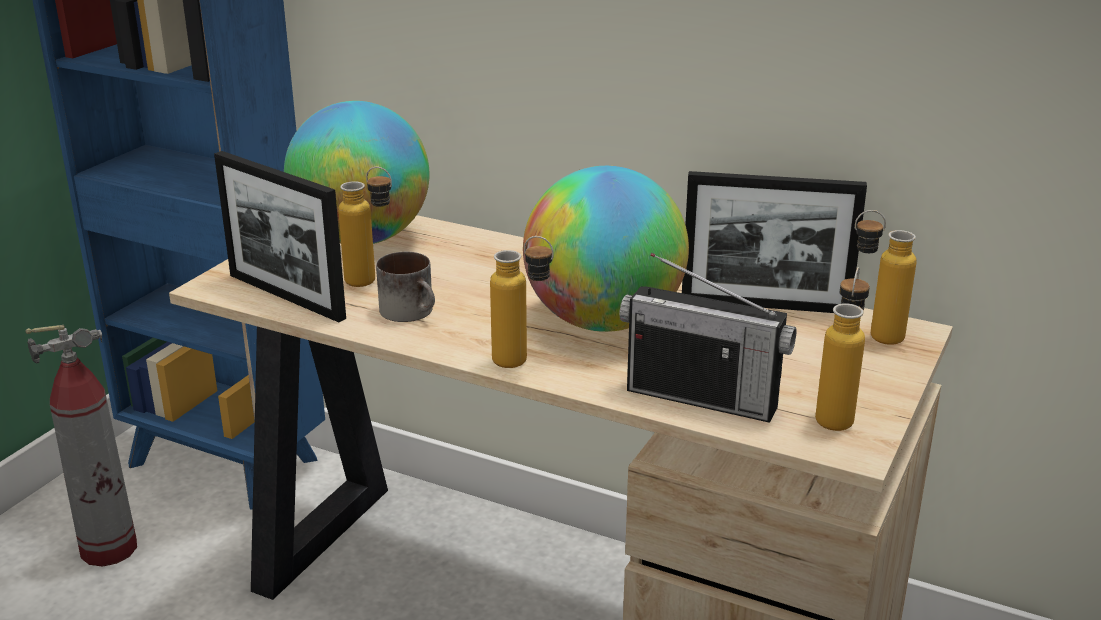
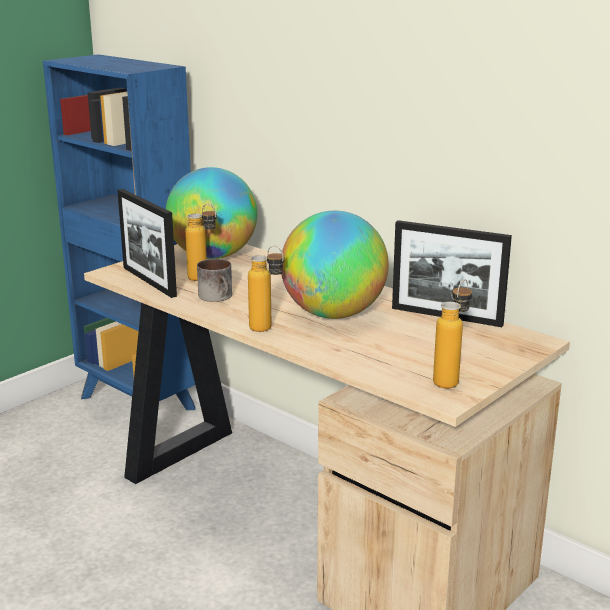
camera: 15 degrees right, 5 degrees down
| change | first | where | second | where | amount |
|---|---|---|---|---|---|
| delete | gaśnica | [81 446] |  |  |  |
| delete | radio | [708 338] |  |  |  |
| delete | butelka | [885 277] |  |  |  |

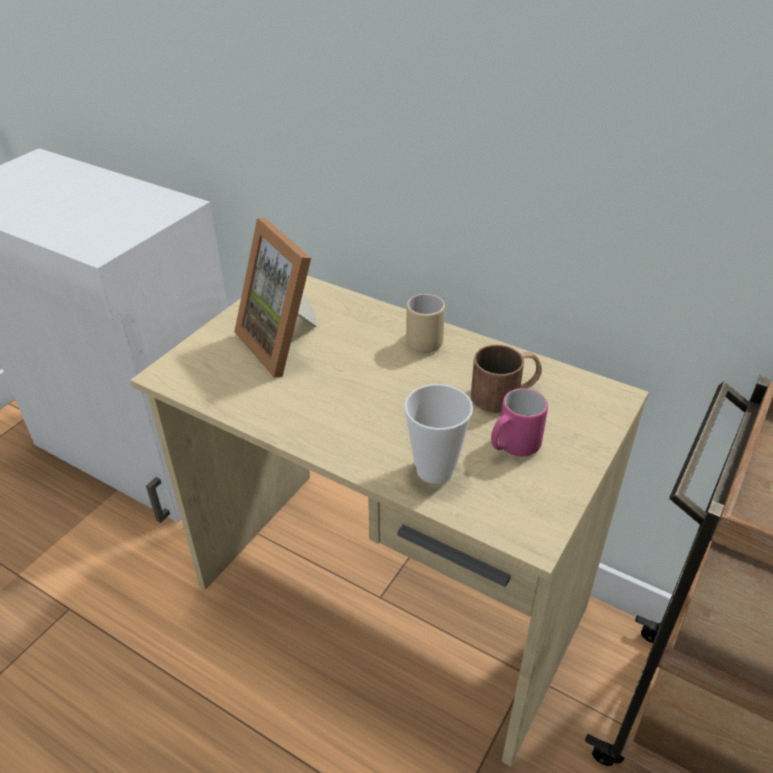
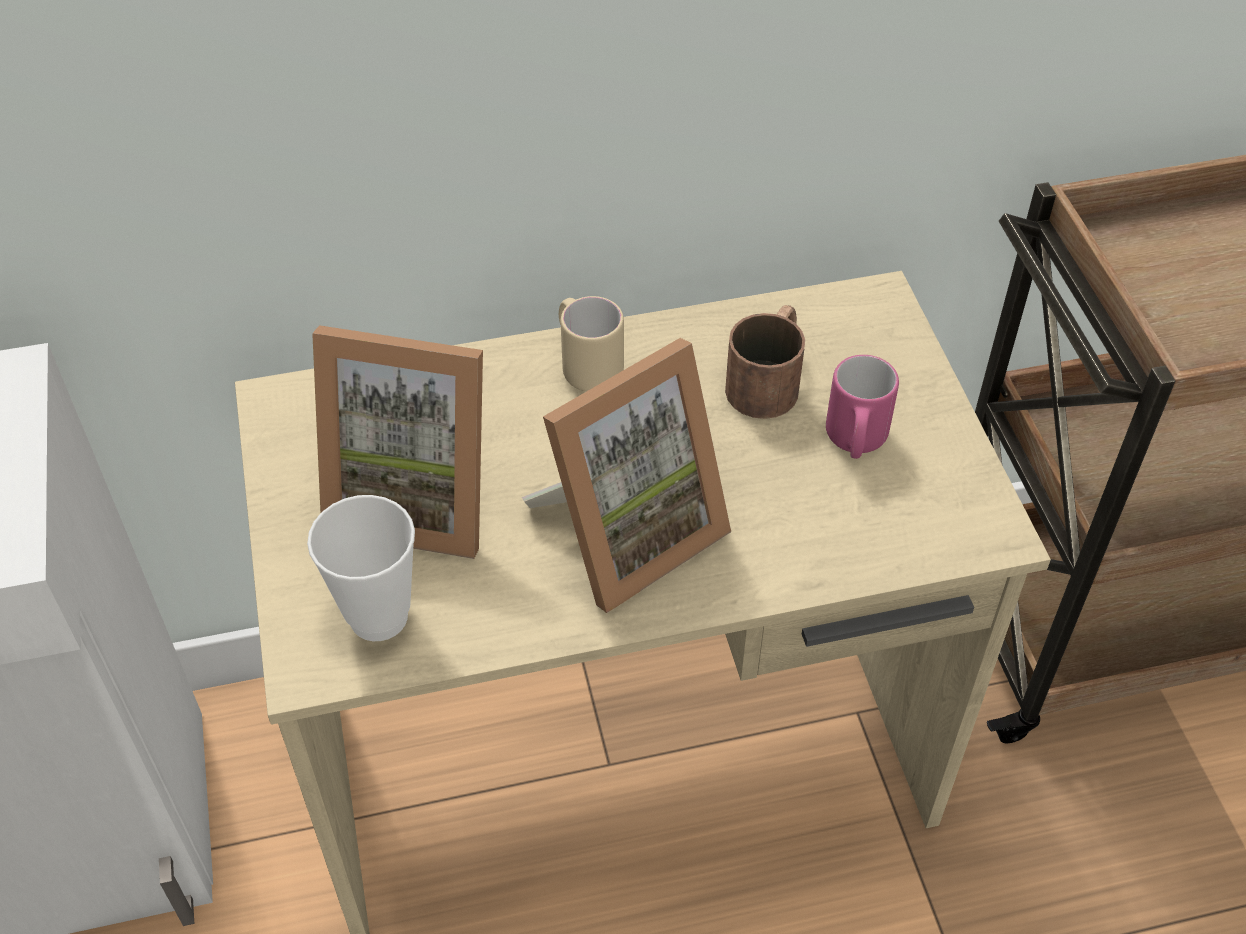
camera: 45 degrees left, 10 degrees up
| change | first | where | second | where | amount |
|---|---|---|---|---|---|
| move | filiżanka | [438 434] |  | [361 568] |  |
| insert |  |  | ramka na zdjęcie | [626 475] |  |

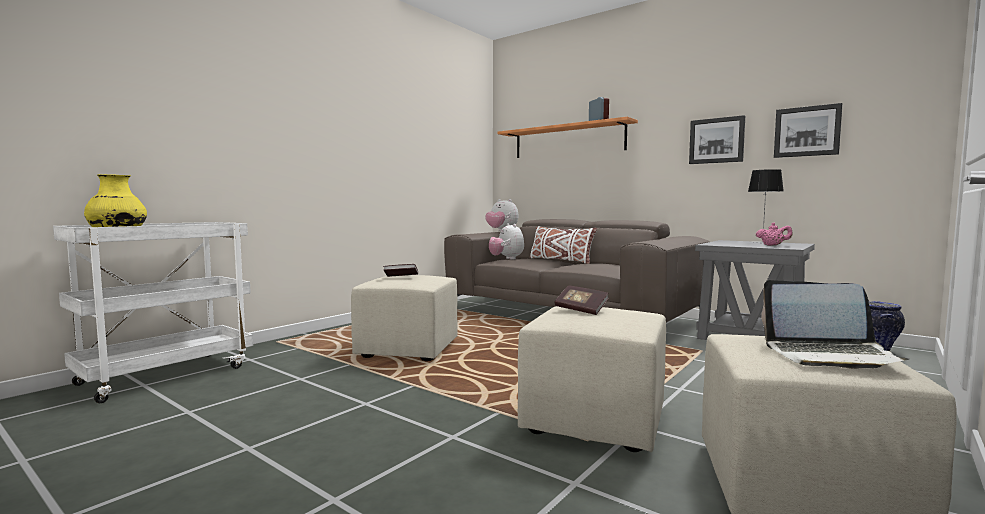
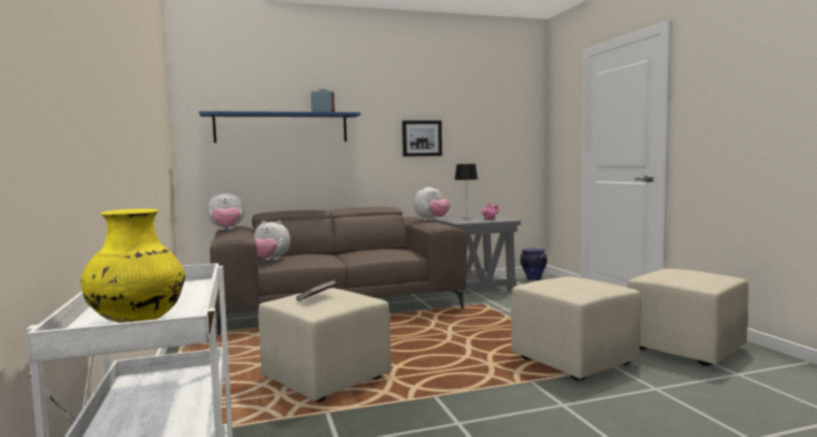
camera: 55 degrees left, 0 degrees up
| change | first | where | second | where | amount |
|---|---|---|---|---|---|
| recolor | półka [pomarańczowy] | [567 137] | półka [niebieski] | [280 127] |  |
| insert |  |  | pluszak | [432 203] |  |
| delete | poduszka [biały] | [563 245] |  |  |  |
| delete | książka | [582 300] |  |  |  |
| delete | laptop | [835 324] |  |  |  |
| delete | obraz | [808 130] |  |  |  |

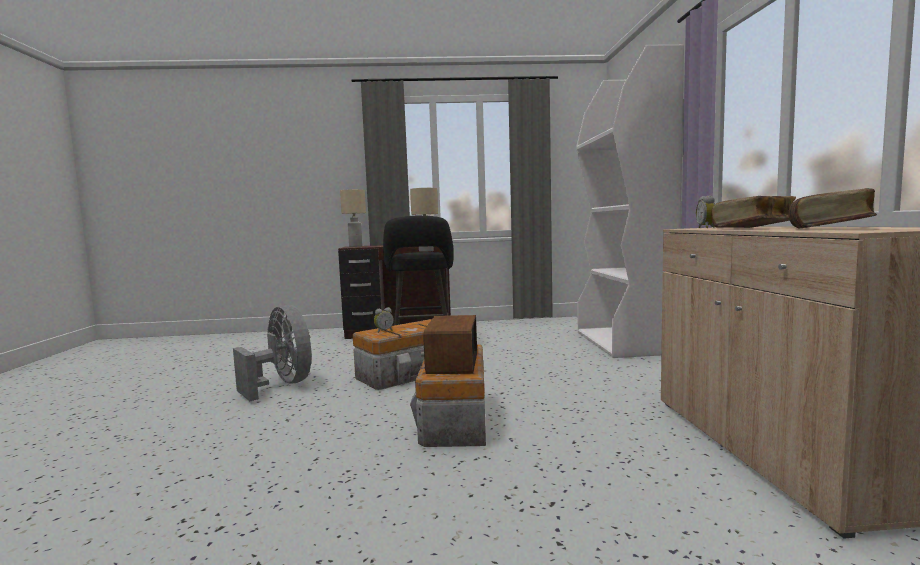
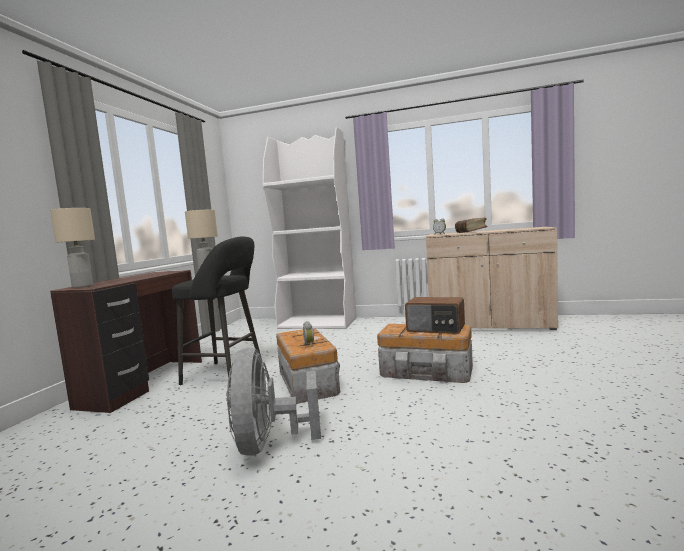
camera: 70 degrees left, 0 degrees up
| change | first | where | second | where | amount |
|---|---|---|---|---|---|
| rotate | wentylator [szary] | [272 352] |  | [273 402] | 75 degrees counterclockwise |
| delete | książka | [833 208] |  |  |  |

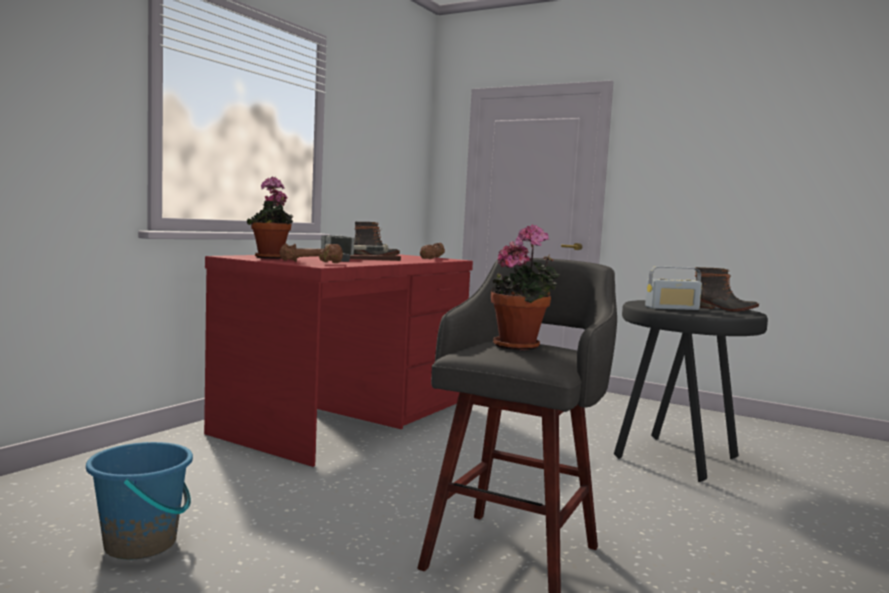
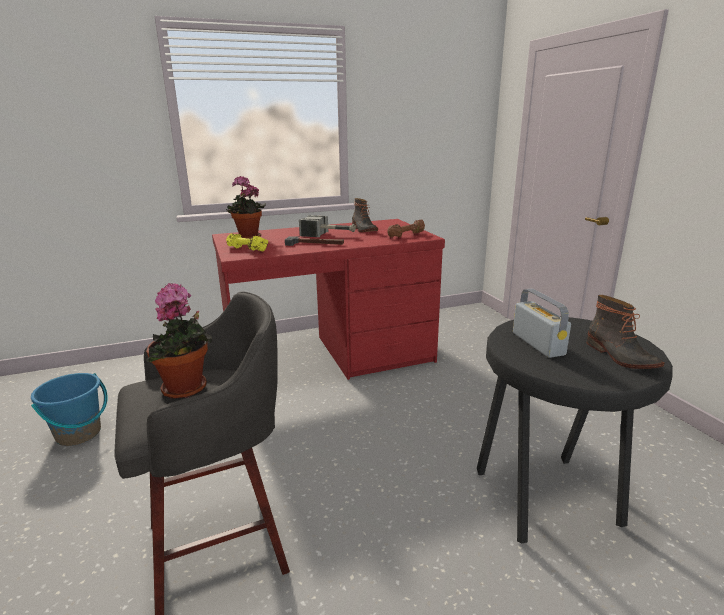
camera: 40 degrees right, 15 degrees up
| change | first | where | second | where | amount |
|---|---|---|---|---|---|
| recolor | hantel [brązowy] | [311 253] | hantel [żółty] | [247 242] |  |
| rotate | radio | [673 288] |  | [542 323] | 135 degrees counterclockwise |

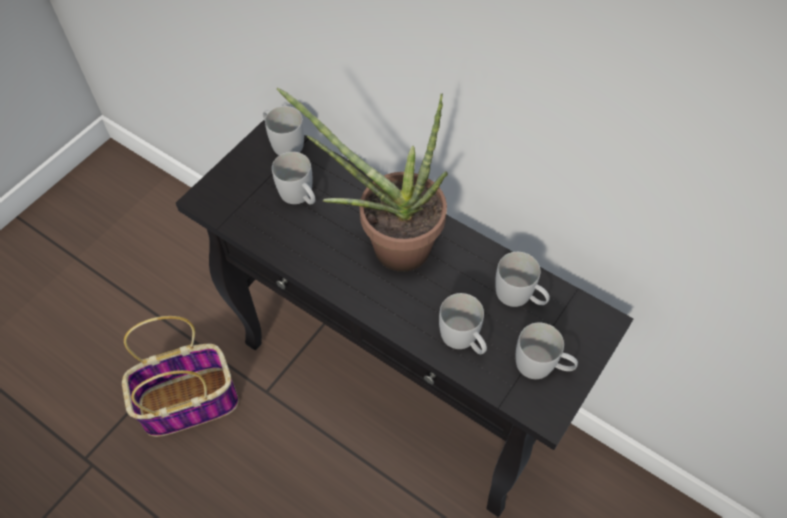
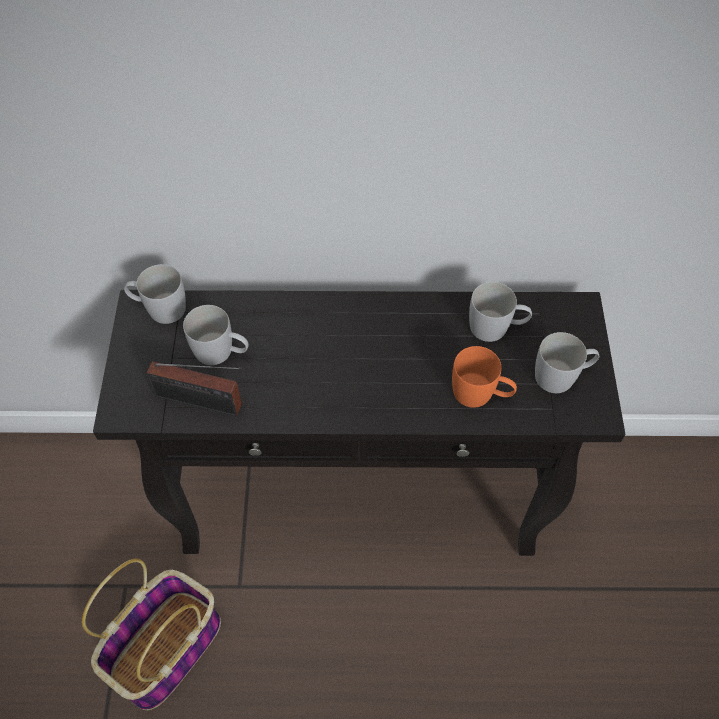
camera: 35 degrees left, 0 degrees up
| change | first | where | second | where | amount |
|---|---|---|---|---|---|
| insert |  |  | radio | [194 388] |  |
| recolor | kubek [biały] | [463 323] | kubek [pomarańczowy] | [484 377] |  |
| delete | roślina doniczkowa | [362 179] |  |  |  |

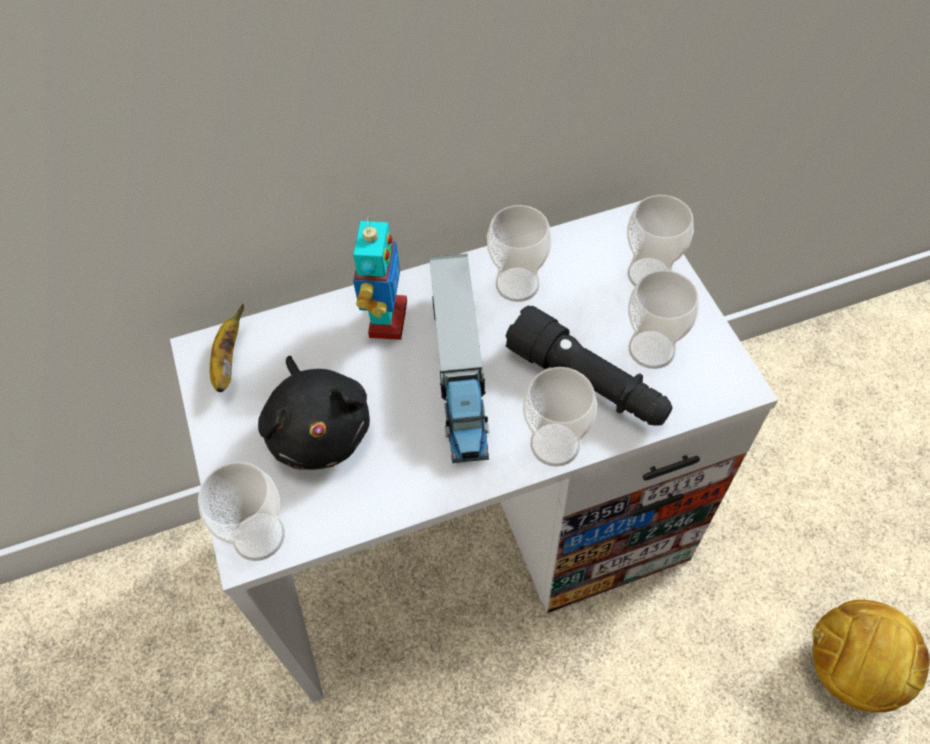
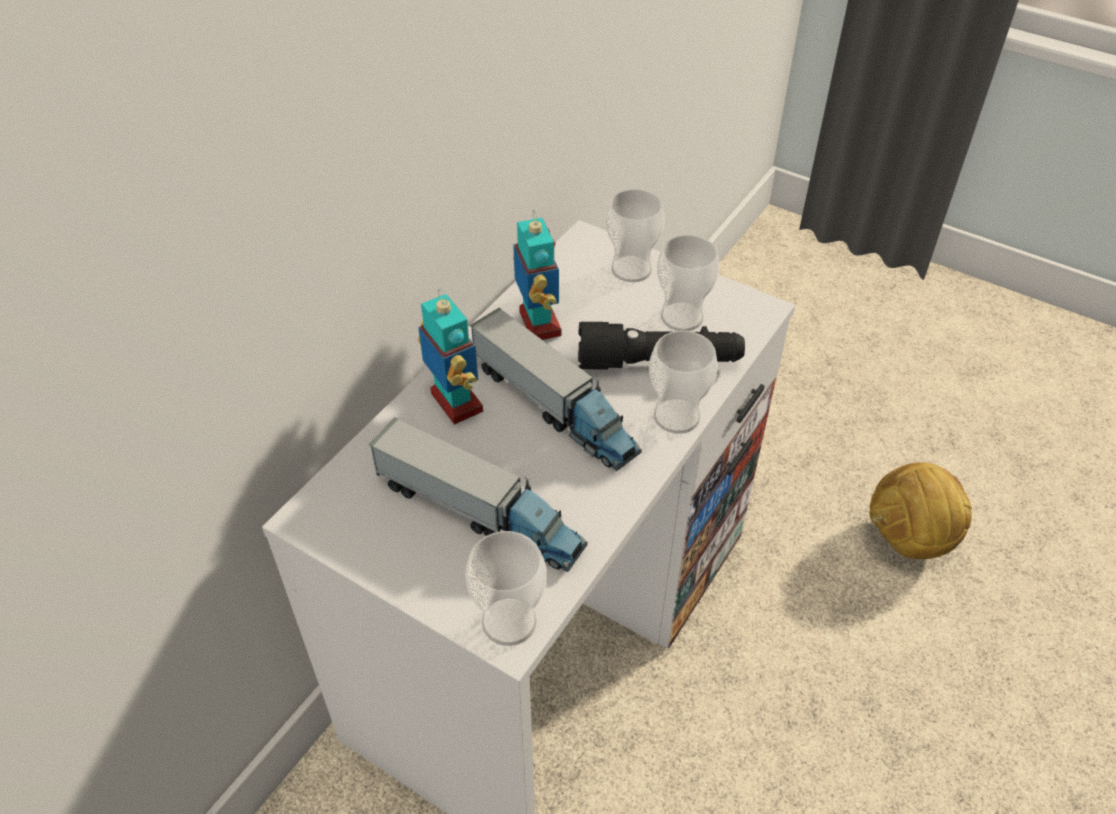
camera: 40 degrees left, 10 degrees down
| change | first | where | second | where | amount |
|---|---|---|---|---|---|
| replace | pluszak [czarny] | [314 413] | ciężarówka zabawkowa | [478 494] |  |
| replace | filiżanka | [519 253] | robot zabawkowy | [537 275] |  |
| delete | banan | [227 348] |  |  |  |

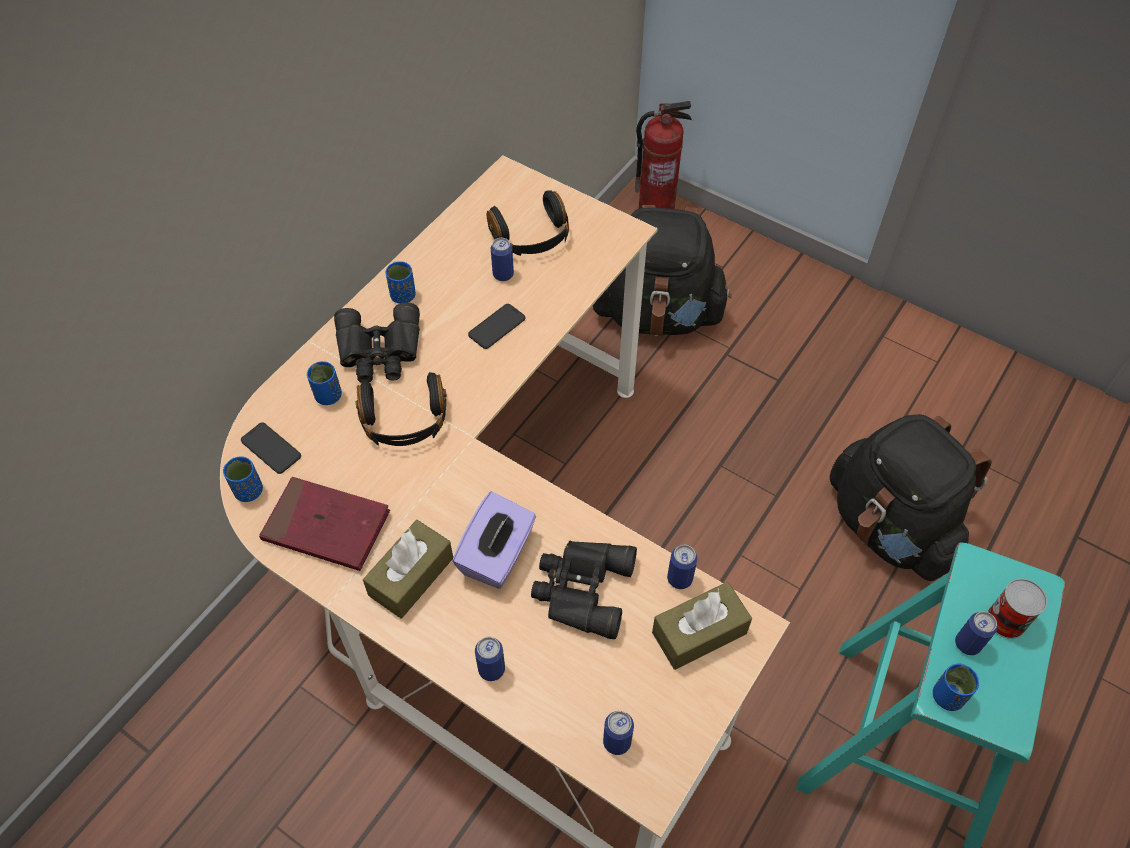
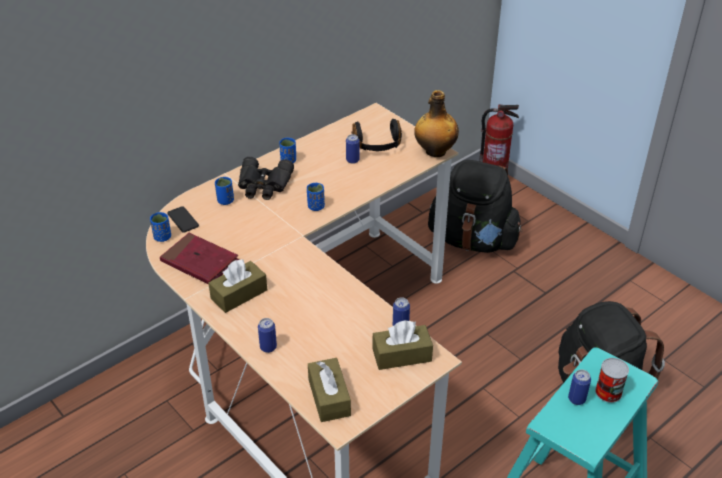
camera: 15 degrees right, 15 degrees down
| change | first | where | second | where | amount |
|---|---|---|---|---|---|
| move | filiżanka [niebieski] | [956 687] |  | [316 197] |  |
| replace | puszka | [618 733] | pudełko chusteczek [brązowy] | [329 390] |  |
| insert |  |  | butelka | [436 123] |  |
| delete | słuchawki [czarny] | [401 409] |  |  |  |
| delete | pudełko chusteczek [fioletowy] | [494 540] |  |  |  |
| delete | telefon | [496 326] |  |  |  |
| delete | lornetka [czarny] | [584 590] |  |  |  |

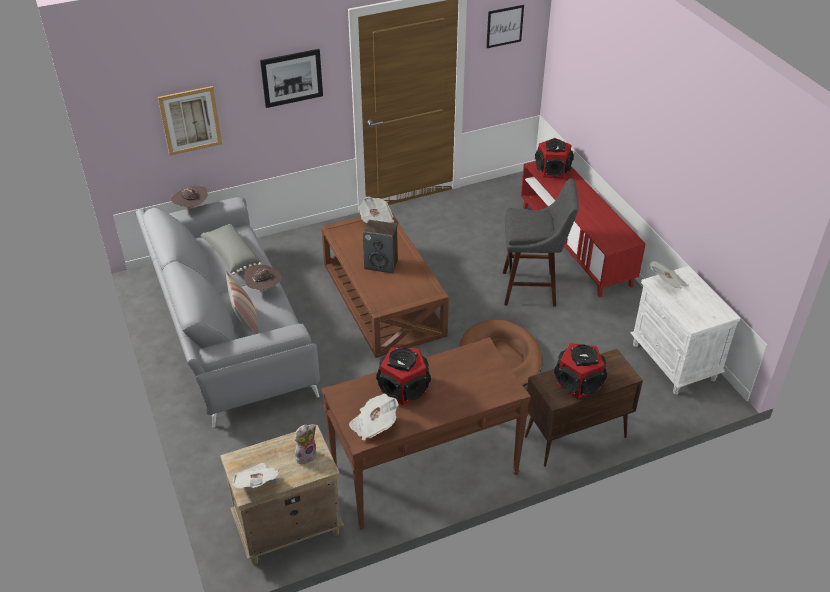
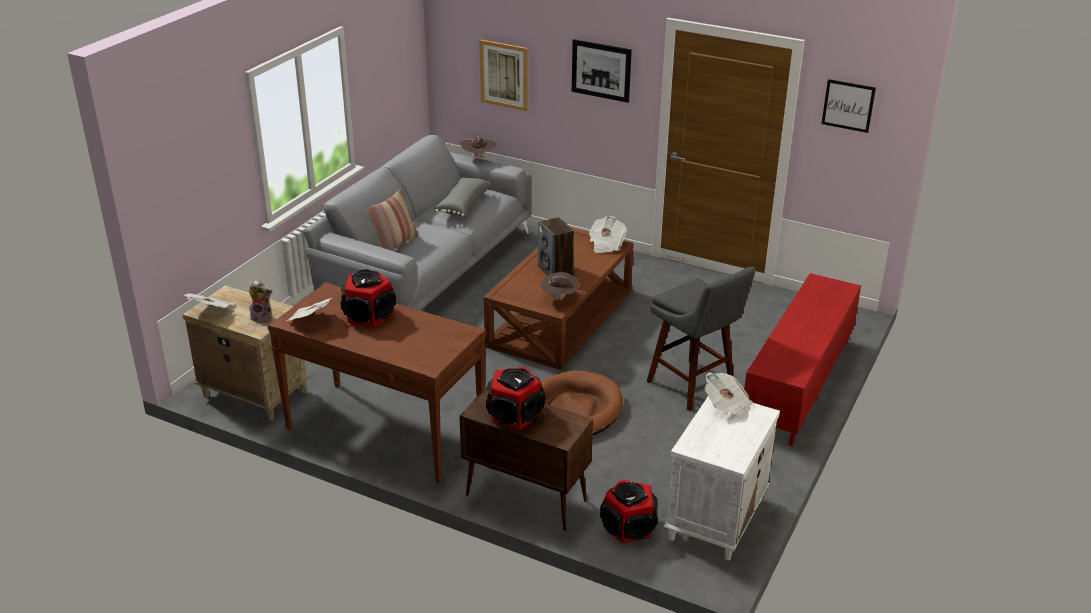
camera: 50 degrees right, 10 degrees down
| change | first | where | second | where | amount |
|---|---|---|---|---|---|
| move | kapelusz [brązowy] | [263 279] |  | [559 286] |  |
| move | głośnik | [554 158] |  | [629 511] |  |

